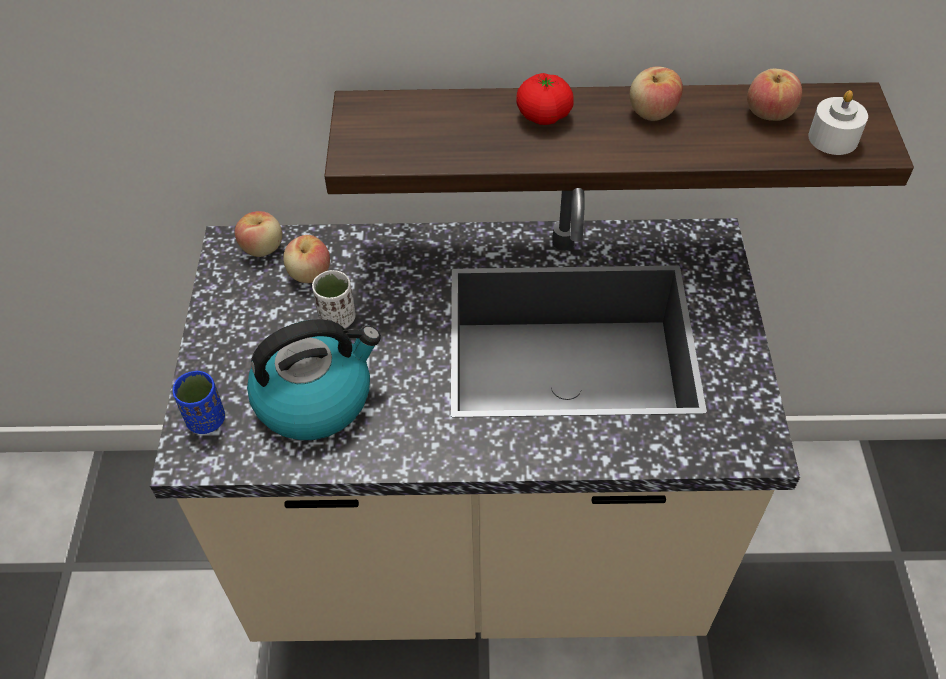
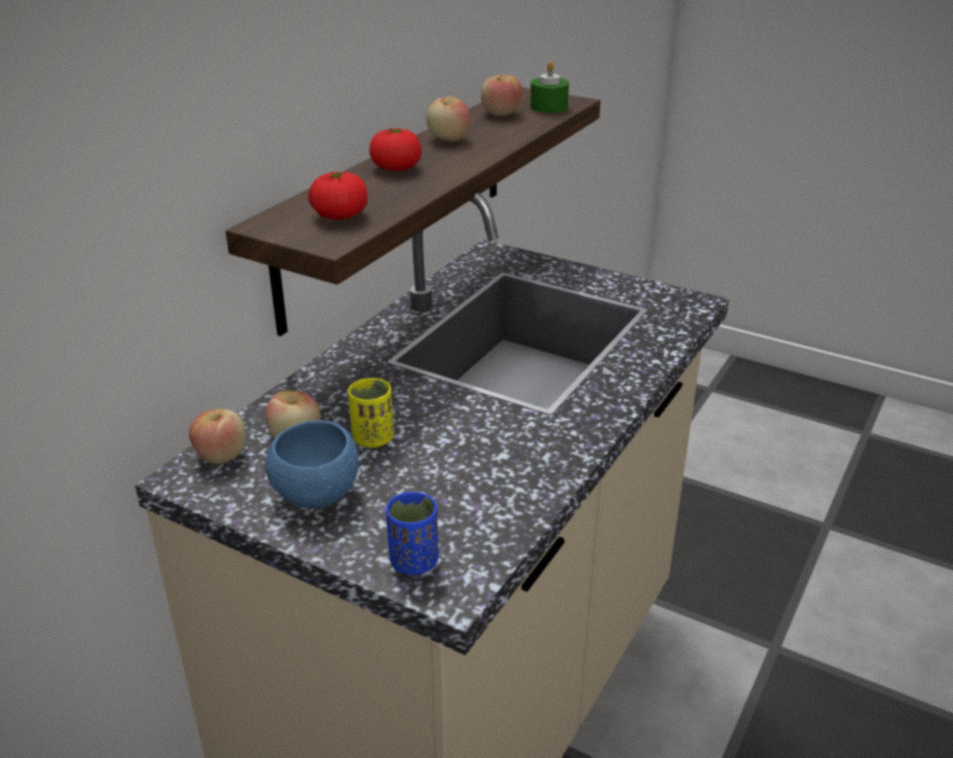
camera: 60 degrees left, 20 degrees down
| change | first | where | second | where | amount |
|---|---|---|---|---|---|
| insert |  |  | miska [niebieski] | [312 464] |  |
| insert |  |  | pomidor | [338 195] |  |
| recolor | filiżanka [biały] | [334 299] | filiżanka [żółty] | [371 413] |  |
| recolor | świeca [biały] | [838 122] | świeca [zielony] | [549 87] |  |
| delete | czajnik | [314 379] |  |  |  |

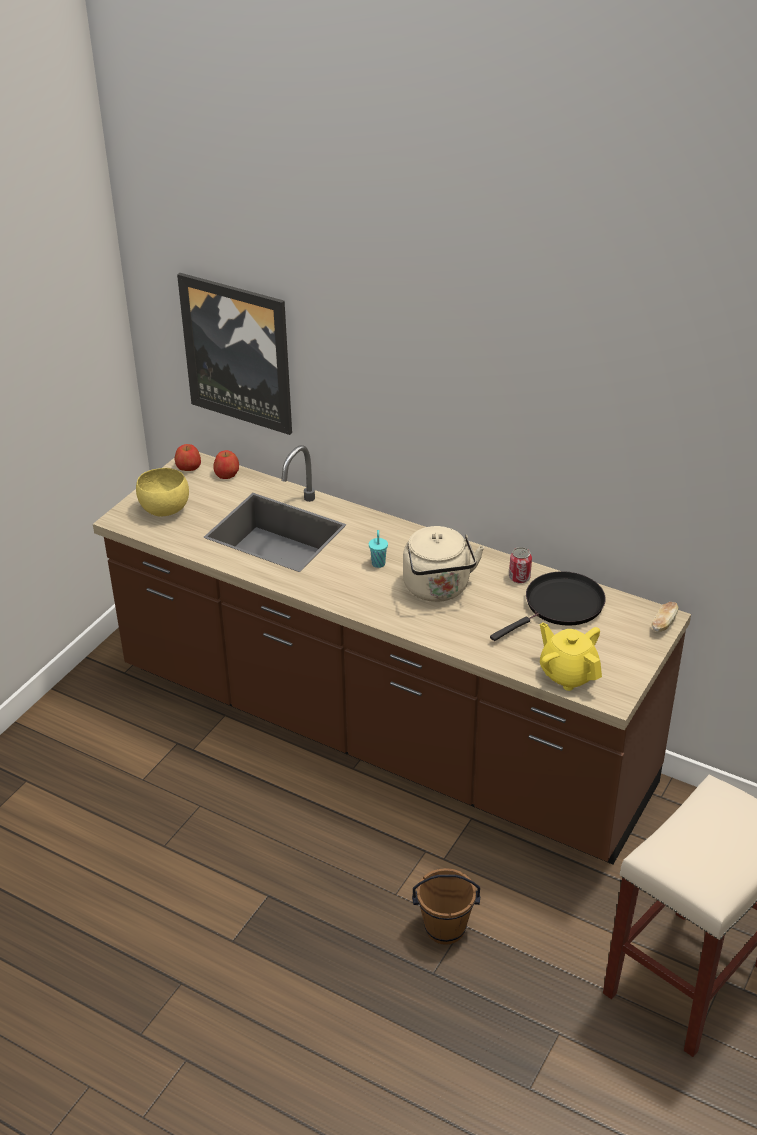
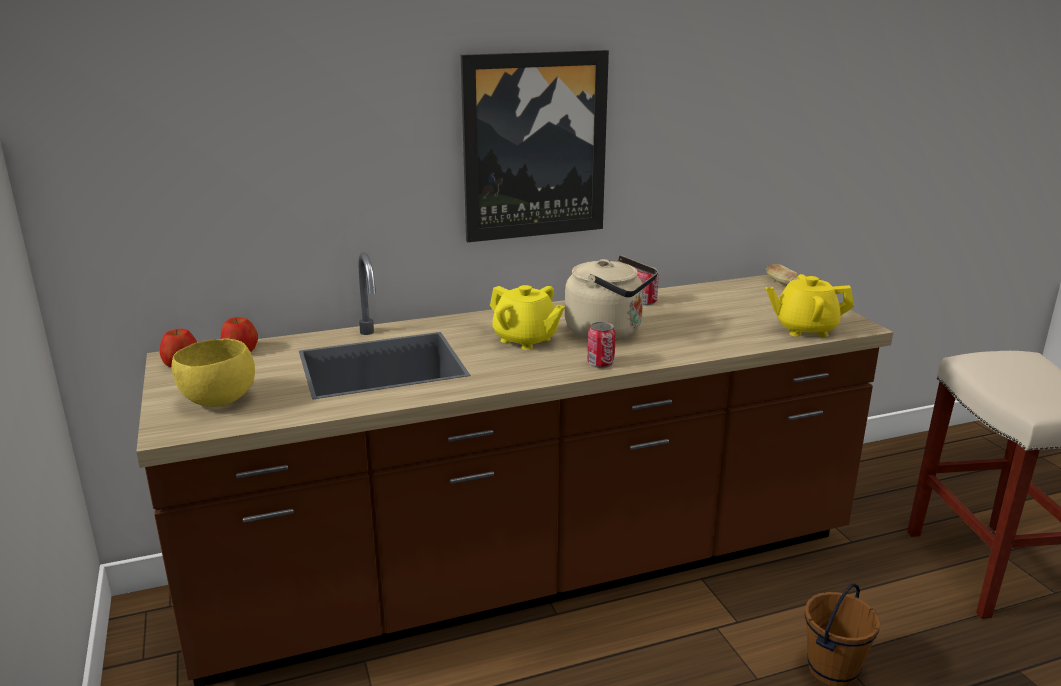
camera: 50 degrees left, 15 degrees down
| change | first | where | second | where | amount |
|---|---|---|---|---|---|
| move | obraz | [234 354] |  | [535 146] |  |
| replace | filiżanka [turkusowy] | [378 549] | imbryk [żółty] | [527 317] |  |
| insert |  |  | puszka | [601 345] |  |
| delete | patelnia [czarny] | [548 606] |  |  |  |

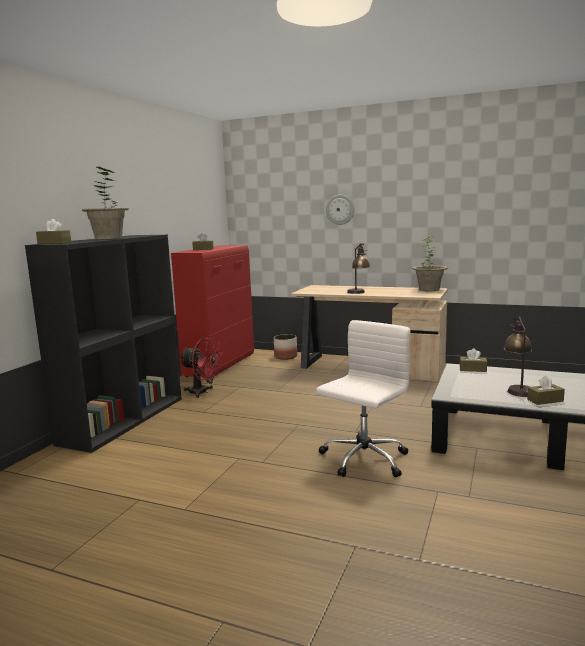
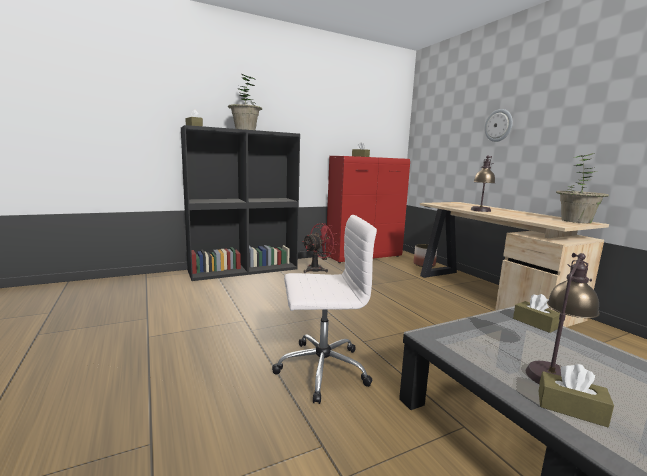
camera: 40 degrees right, 0 degrees up
| change | first | where | second | where | amount |
|---|---|---|---|---|---|
| rotate | wentylator [czerwony] | [200 368] |  | [320 248] | 105 degrees counterclockwise |

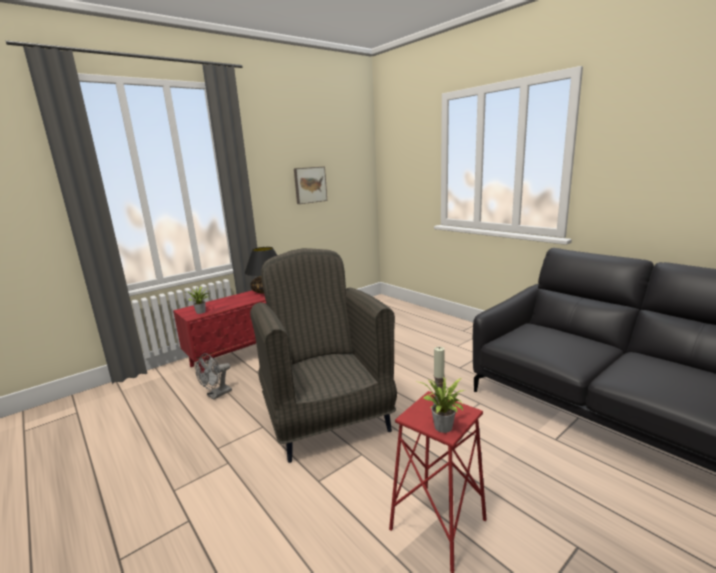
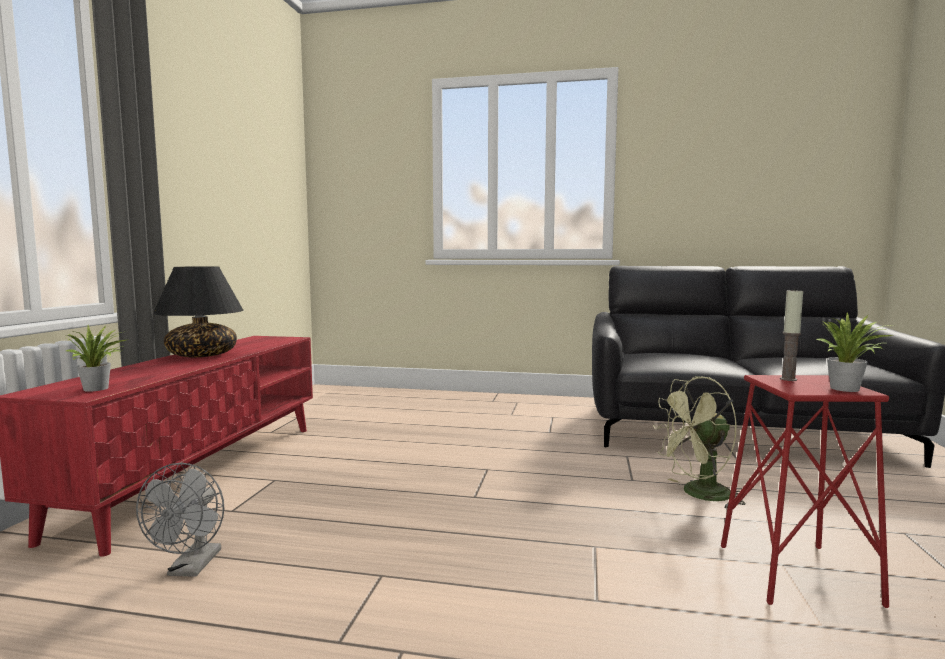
camera: 40 degrees left, 10 degrees down
| change | first | where | second | where | amount |
|---|---|---|---|---|---|
| insert |  |  | wentylator [zielony] | [699 442] |  |
| delete | fotel [szary] | [323 355] |  |  |  |
| delete | obraz | [310 185] |  |  |  |

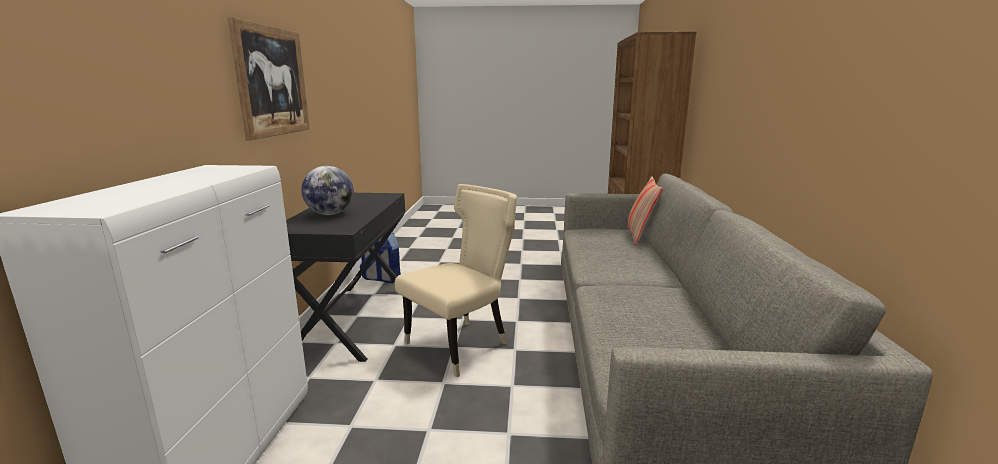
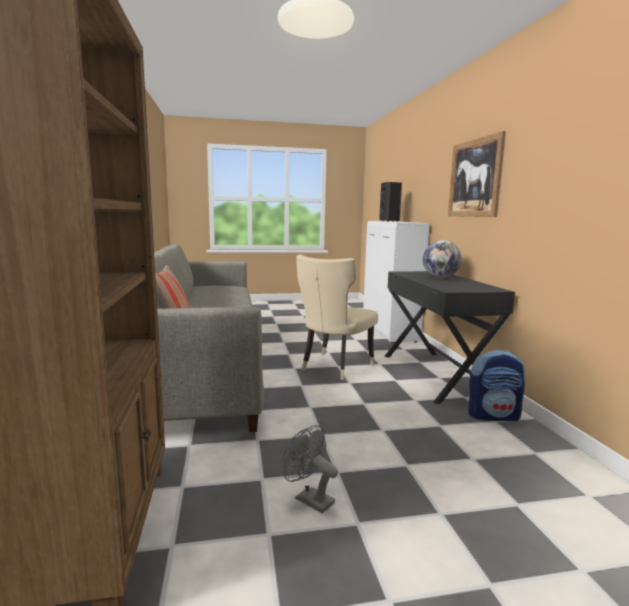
camera: 165 degrees right, 5 degrees down
| change | first | where | second | where | amount |
|---|---|---|---|---|---|
| insert |  |  | wentylator [szary] | [310 469] |  |
| insert |  |  | głośnik [czarny] | [390 202] |  |

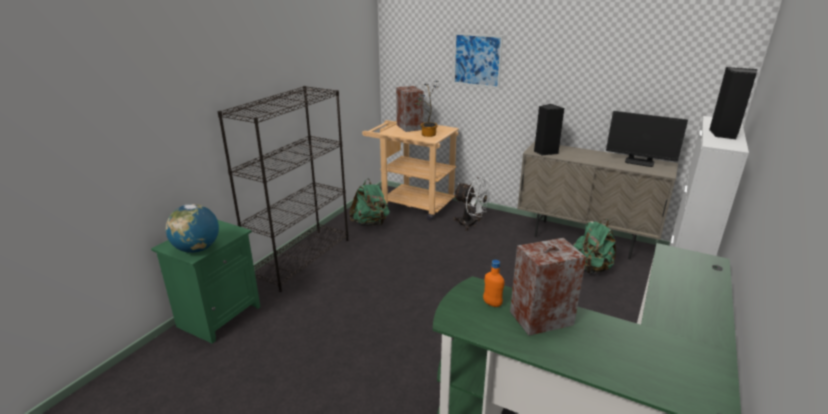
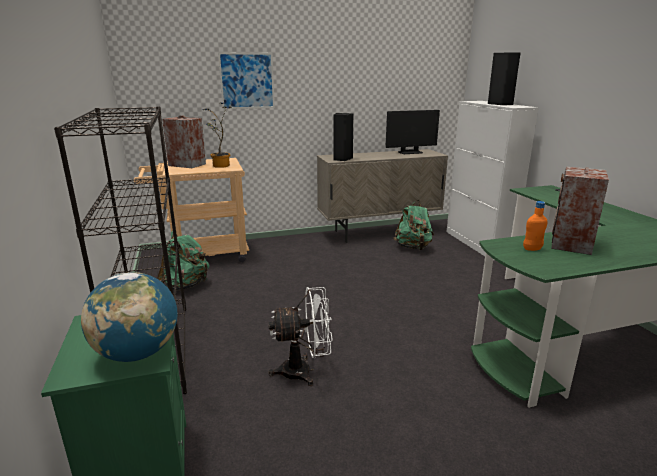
camera: 45 degrees left, 5 degrees down
| change | first | where | second | where | amount |
|---|---|---|---|---|---|
| move | wentylator [biały] | [473 204] |  | [300 336] |  |

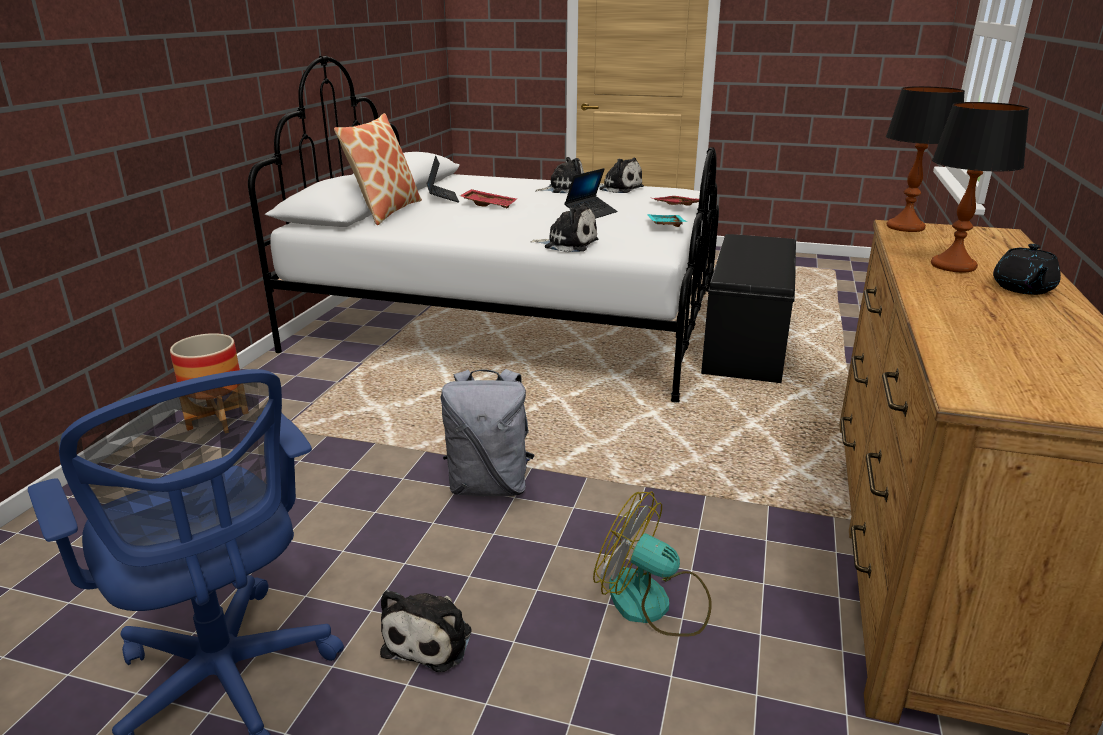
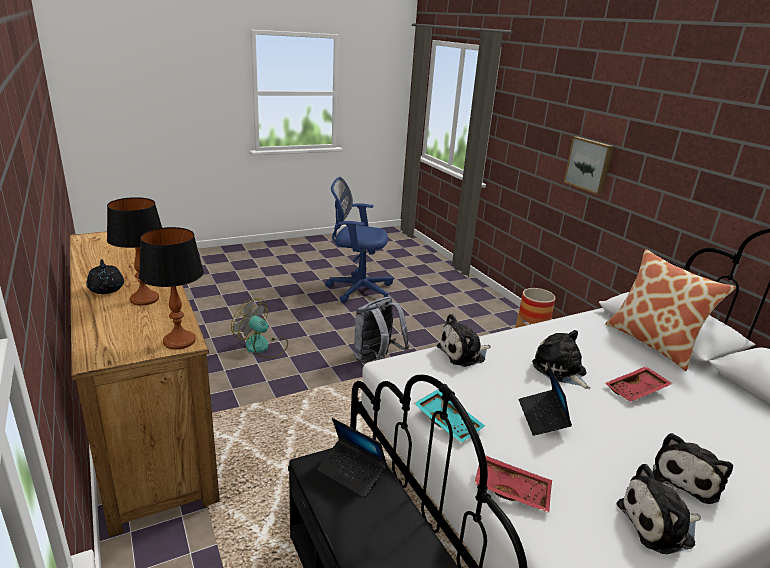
camera: 135 degrees right, 0 degrees up
| change | first | where | second | where | amount |
|---|---|---|---|---|---|
| rotate | wentylator | [652 564] |  | [259 328] | 135 degrees counterclockwise |
| move | laptop | [443 178] |  | [352 458] |  |
| move | pluszak | [426 631] |  | [561 359] |  |
| insert |  |  | obraz | [589 165] |  |

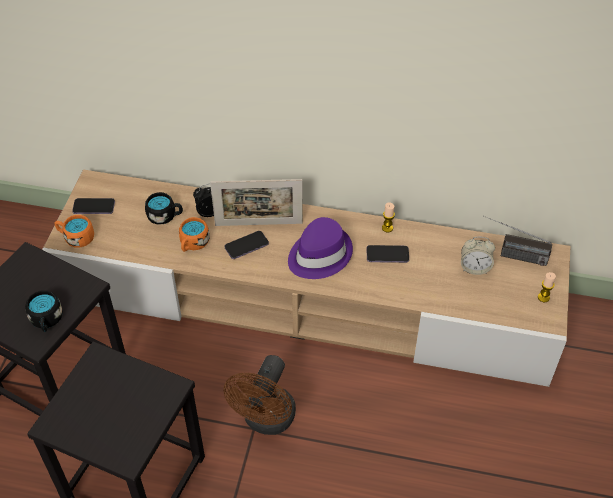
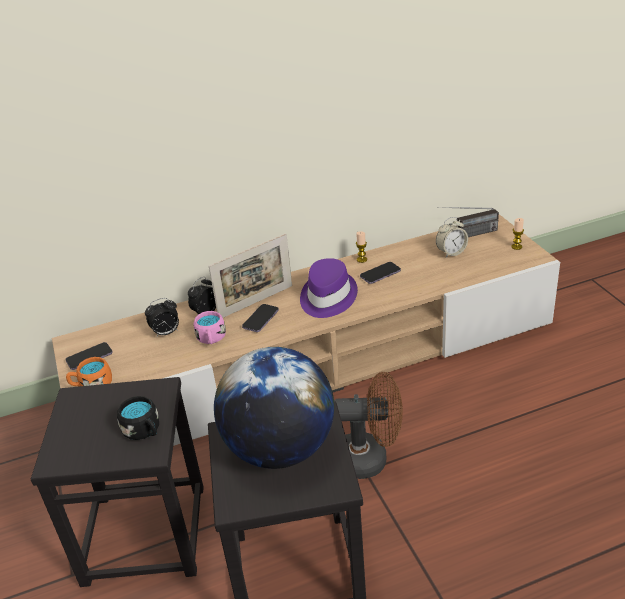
camera: 30 degrees left, 15 degrees down
| change | first | where | second | where | amount |
|---|---|---|---|---|---|
| replace | kubek [czarny] | [164 208] | budzik | [162 317] |  |
| recolor | kubek [pomarańczowy] | [194 234] | kubek [różowy] | [210 327] |  |
| insert |  |  | globus | [274 408] |  |
| rotate | wentylator [brązowy] | [259 395] |  | [368 425] | 75 degrees counterclockwise |

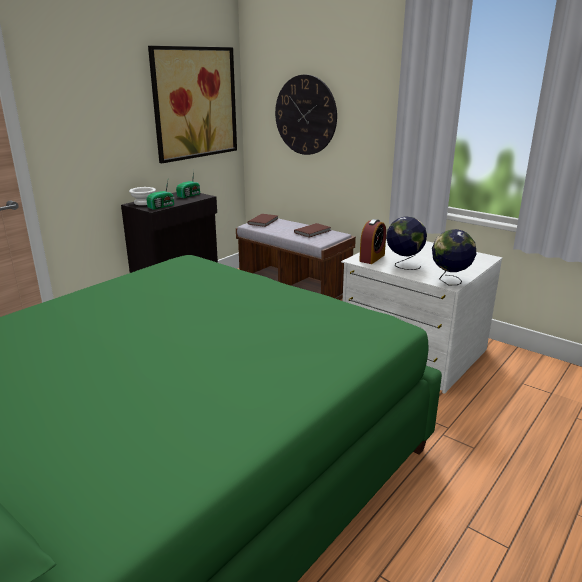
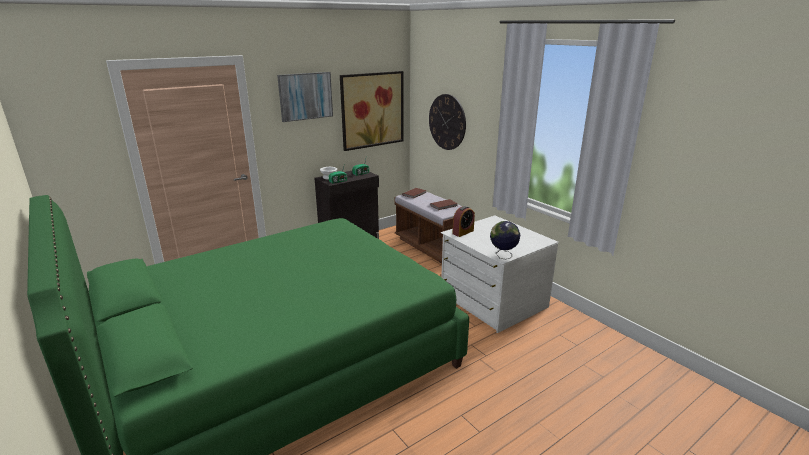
camera: 15 degrees right, 0 degrees up
| change | first | where | second | where | amount |
|---|---|---|---|---|---|
| insert |  |  | obraz | [305 97] |  |
| delete | globus | [406 243] |  |  |  |

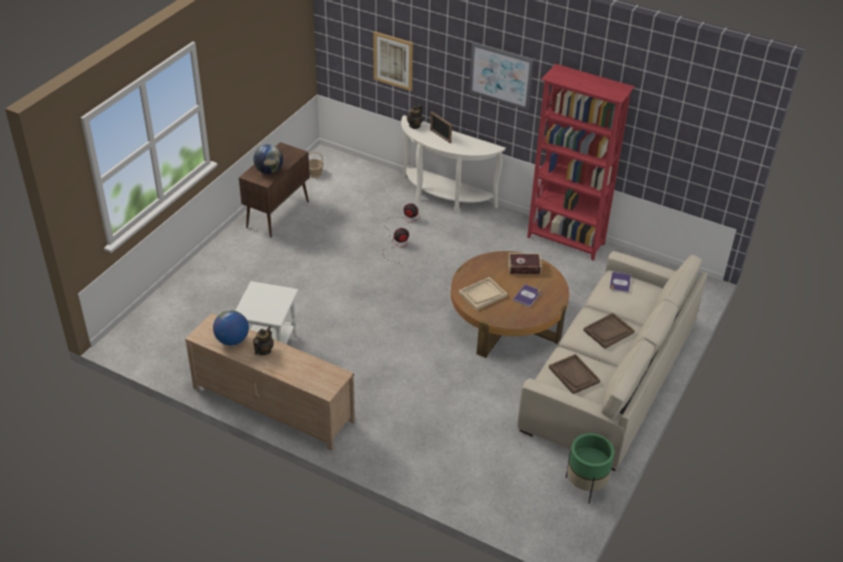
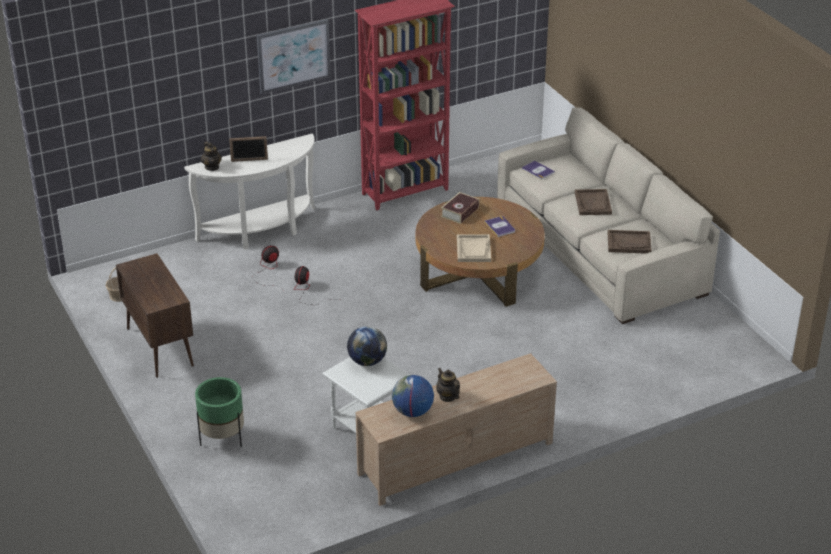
camera: 55 degrees left, 5 degrees down
| change | first | where | second | where | amount |
|---|---|---|---|---|---|
| move | donica [zielony] | [590 468] |  | [219 412] |  |
| move | globus | [268 159] |  | [367 346] |  |
| delete | obraz | [393 61] |  |  |  |

